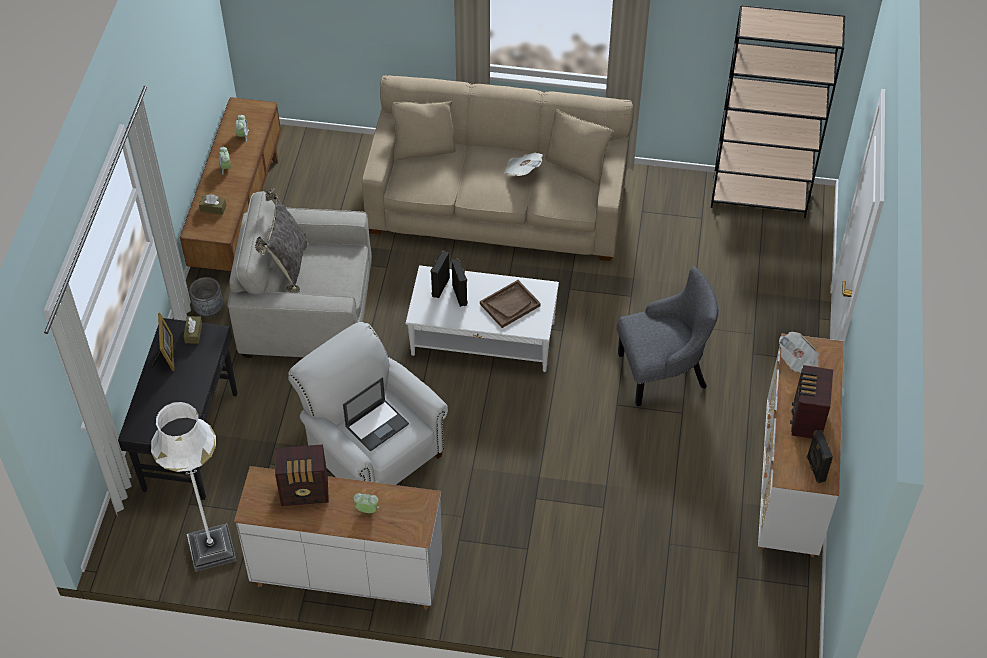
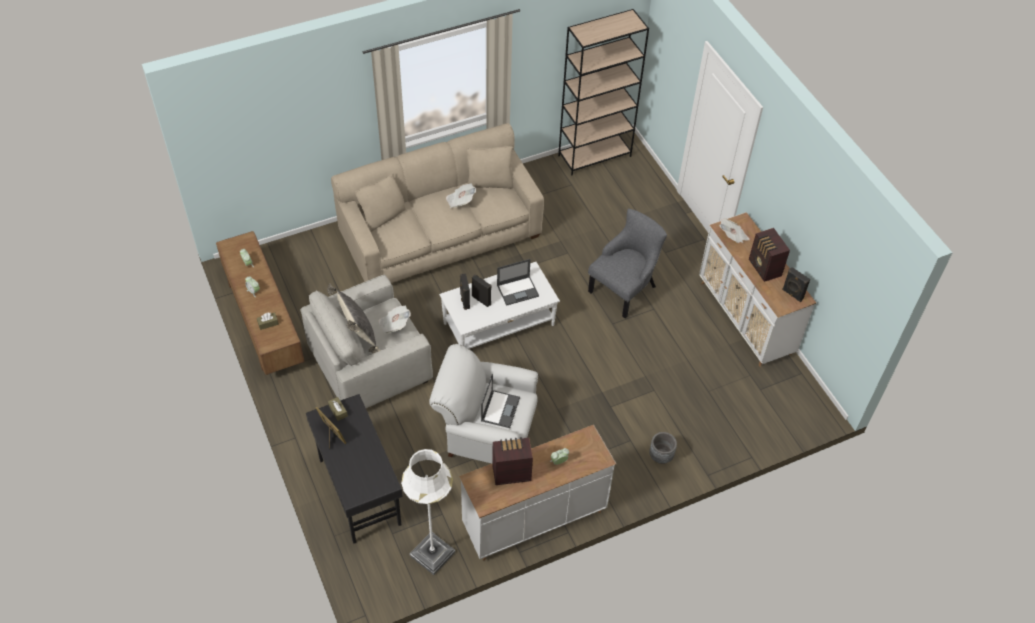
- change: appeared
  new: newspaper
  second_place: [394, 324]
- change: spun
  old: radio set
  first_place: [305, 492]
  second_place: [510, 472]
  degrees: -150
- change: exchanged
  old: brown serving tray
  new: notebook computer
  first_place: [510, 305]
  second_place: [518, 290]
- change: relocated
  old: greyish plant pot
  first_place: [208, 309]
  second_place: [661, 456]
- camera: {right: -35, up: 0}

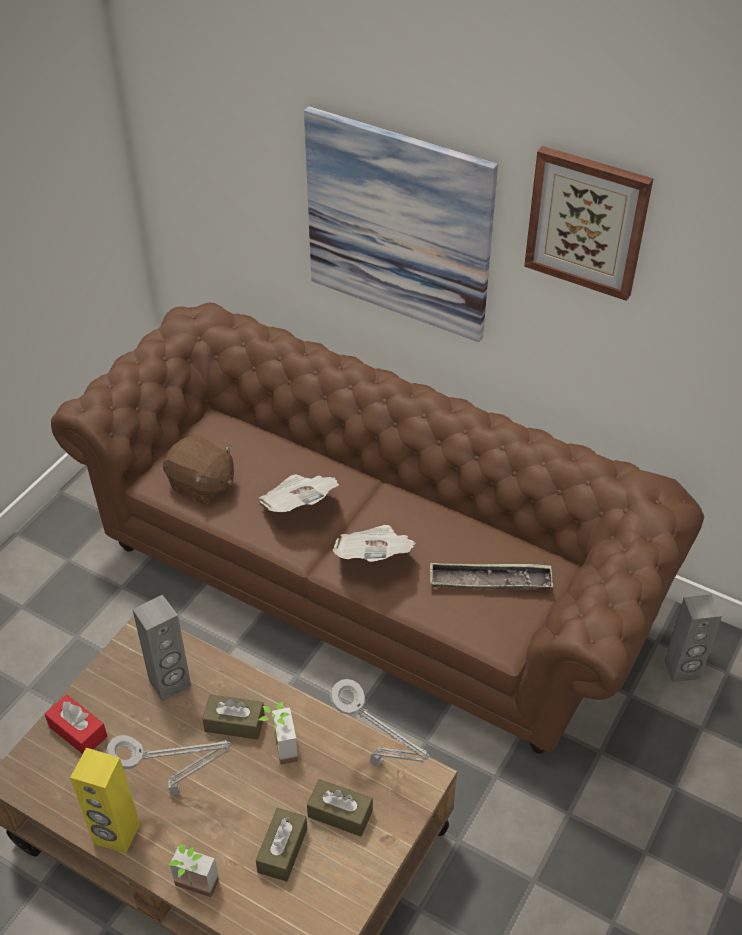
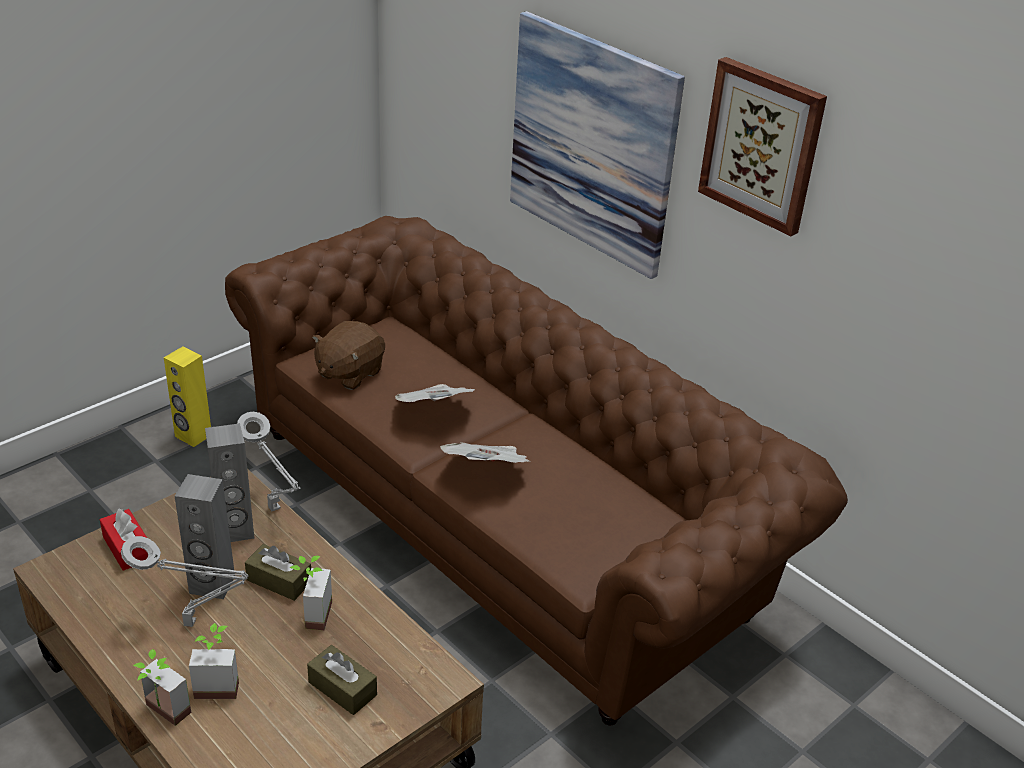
- change: relocated
  old: yellowish audio speaker
  first_place: [116, 834]
  second_place: [193, 436]
- change: relocated
  old: greyish audio speaker
  first_place: [682, 670]
  second_place: [212, 585]
- change: appeared
  new: plant in a pot
  second_place: [218, 683]
- change: relocated
  old: greyish tabletop lamp
  first_place: [380, 764]
  second_place: [276, 511]
- change: spun
  old: brown plush toy
  first_place: [201, 485]
  second_place: [349, 373]
  degrees: 75
- change: missing
  old: brown box of tissues
  first_place: [282, 850]
- change: missing
  old: serving tray
  first_place: [489, 581]
- camera: {right: 15, up: -10}

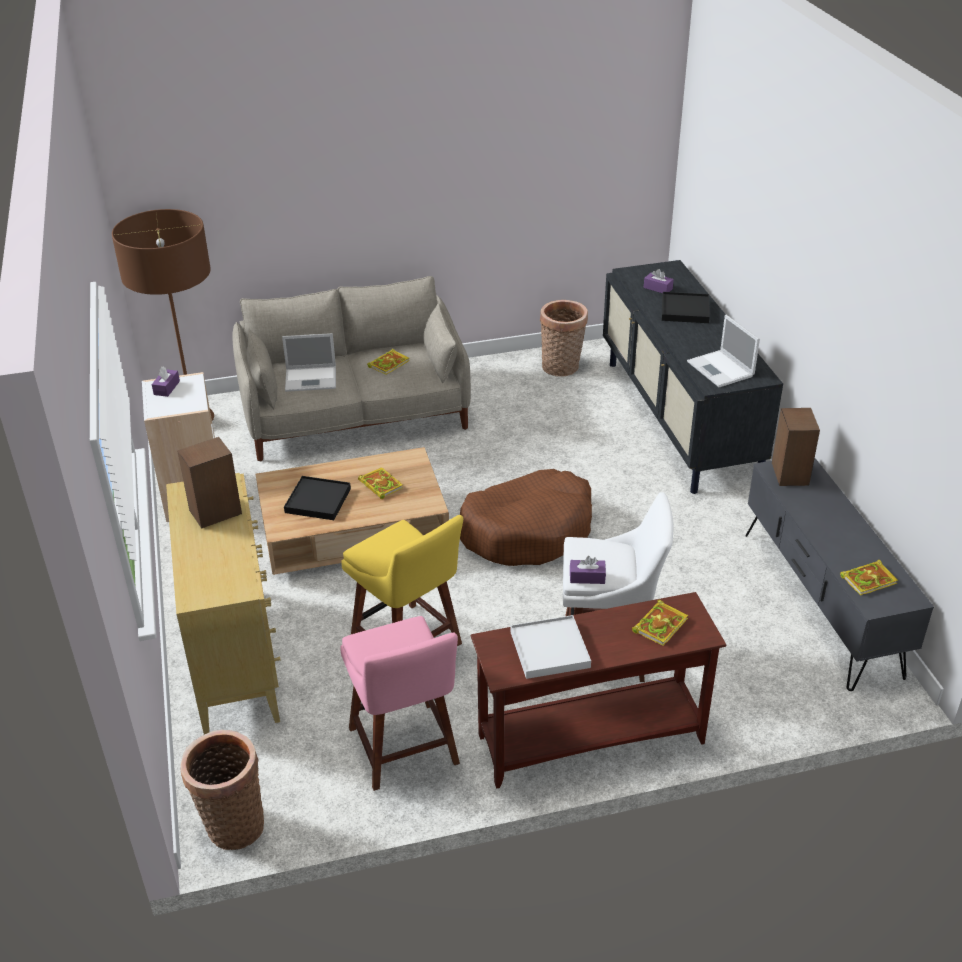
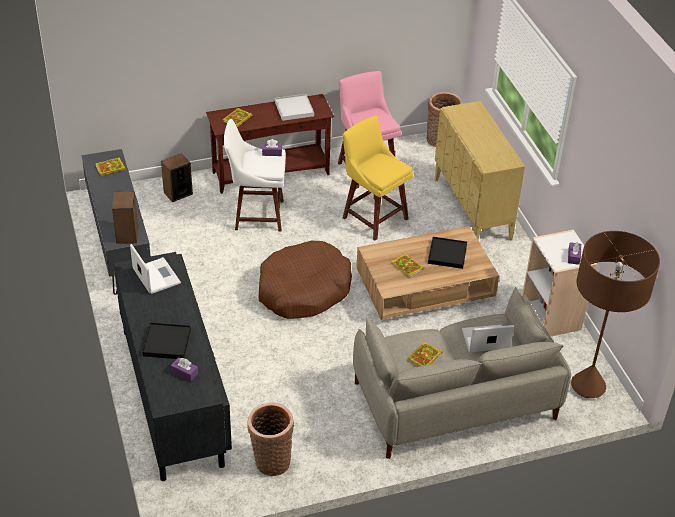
- change: relocated
  old: audio speaker
  first_place: [216, 512]
  second_place: [178, 193]
- camera: {right: 175, up: 5}

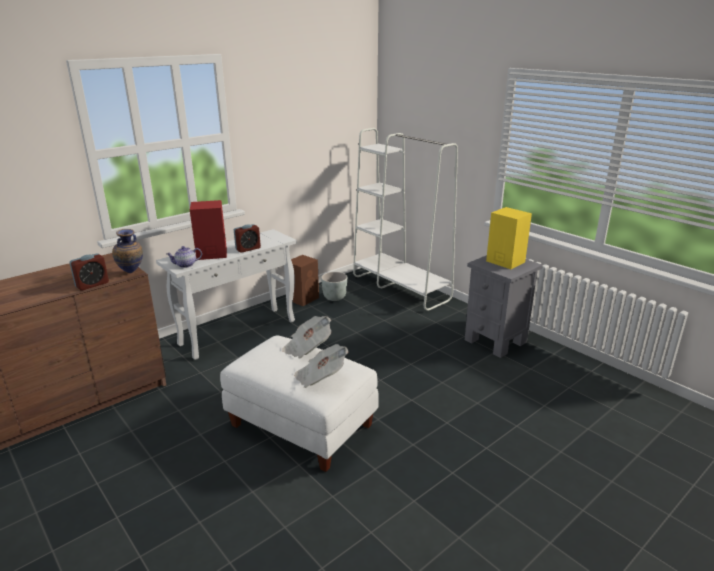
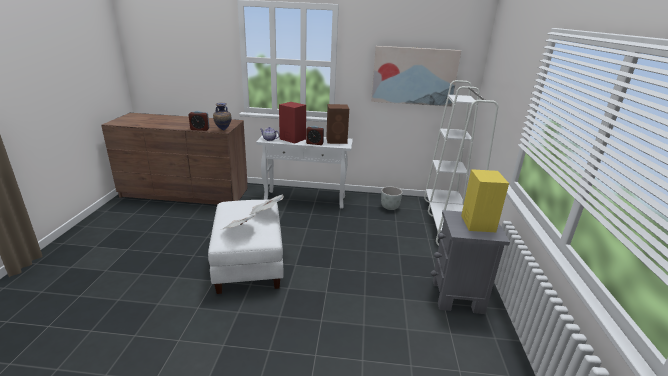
- change: relocated
  old: brown audio speaker
  first_place: [304, 298]
  second_place: [337, 140]
- change: appeared
  new: picture
  second_place: [414, 76]
- camera: {right: 45, up: 0}

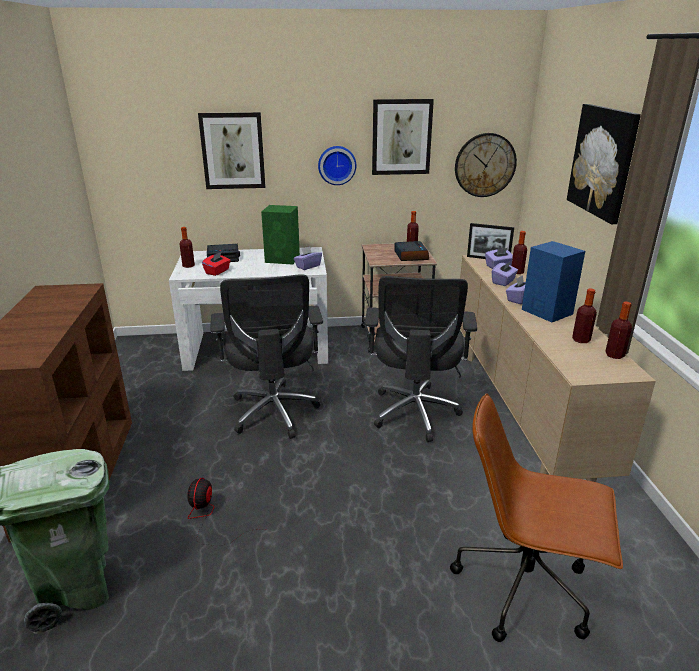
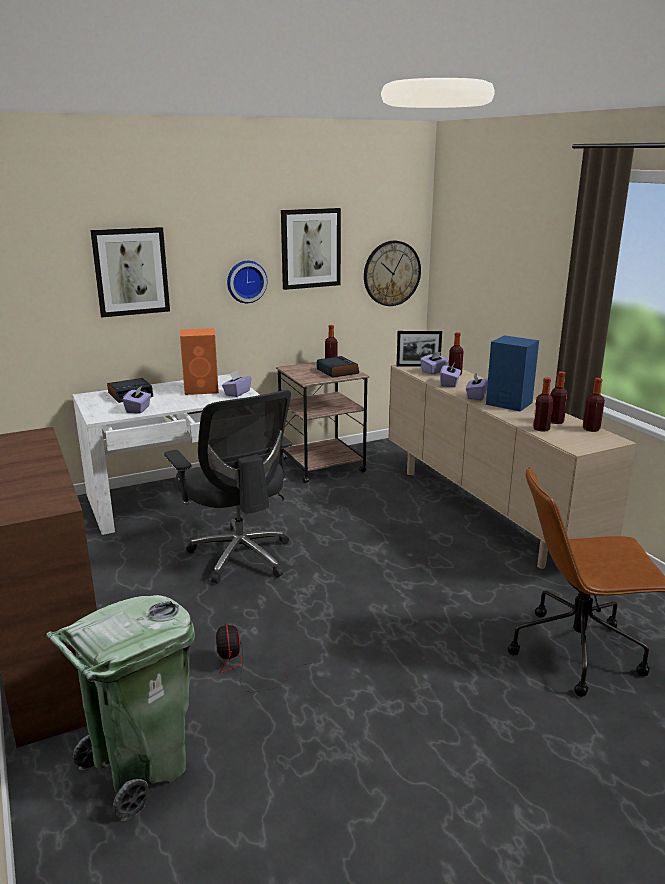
- change: colour
  old: red box of tissues
  new: purplish box of tissues
  first_place: [217, 272]
  second_place: [138, 409]
- change: colour
  old: green-coloured audio speaker
  new: orange audio speaker
  first_place: [283, 259]
  second_place: [202, 389]
- change: relocated
  old: drink bottle
  first_place: [188, 266]
  second_place: [541, 429]
- change: missing
  old: office chair
  first_place: [414, 411]
- change: missing
  old: picture
  first_place: [603, 161]
- camera: {right: -20, up: -5}

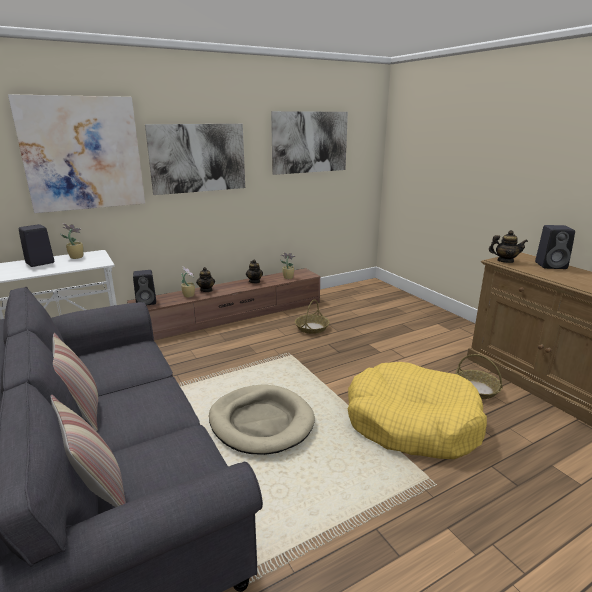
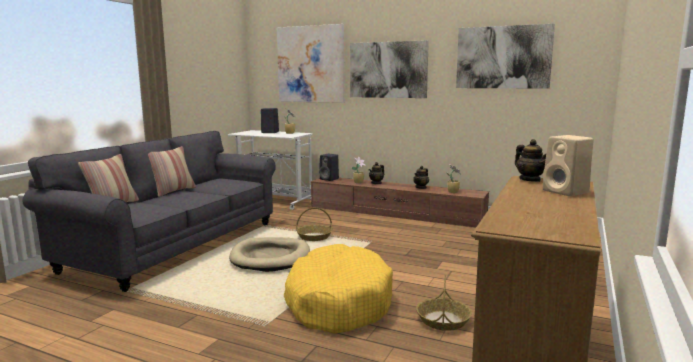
- change: relocated
  old: household basket
  first_place: [312, 328]
  second_place: [314, 237]
- change: colour
  old: blackish audio speaker
  new: beige audio speaker
  first_place: [551, 265]
  second_place: [567, 192]
- camera: {right: 55, up: -10}

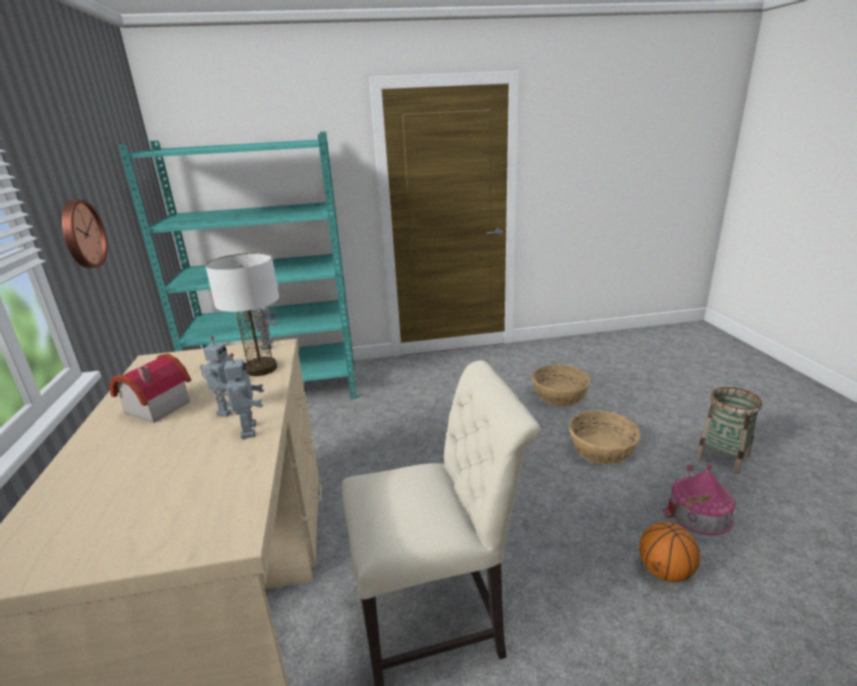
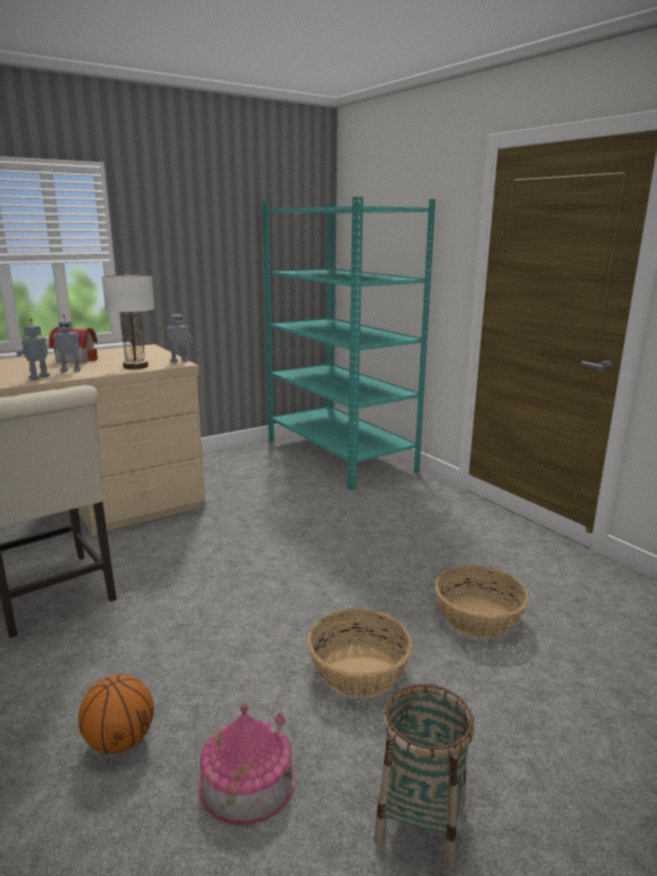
- change: spun
  old: toy robot
  first_place: [247, 431]
  second_place: [40, 378]
  degrees: 150
- change: missing
  old: wall clock
  first_place: [81, 234]
- camera: {right: 65, up: -5}

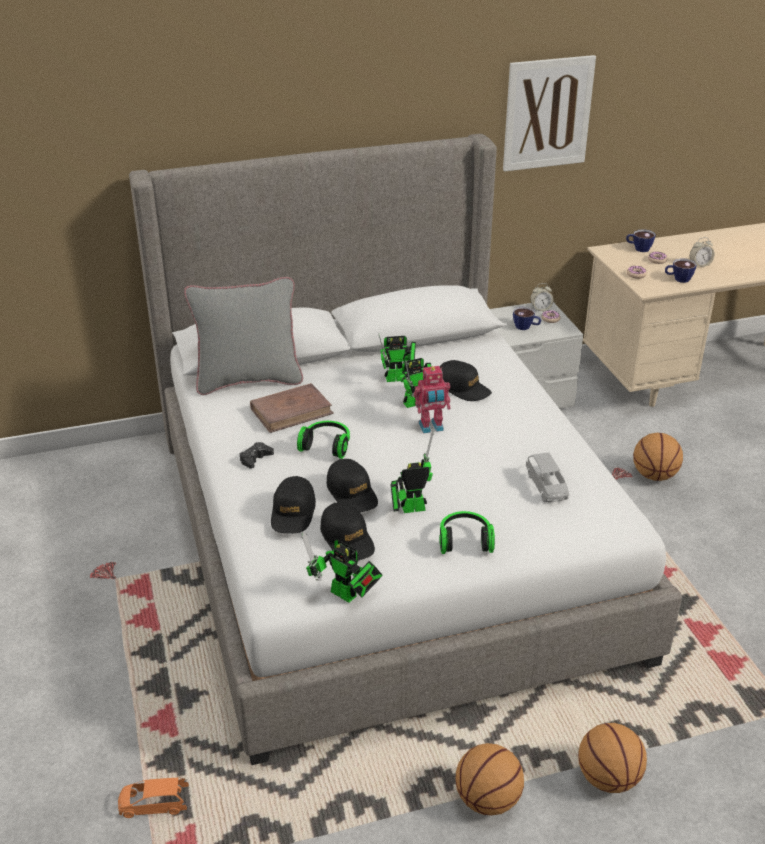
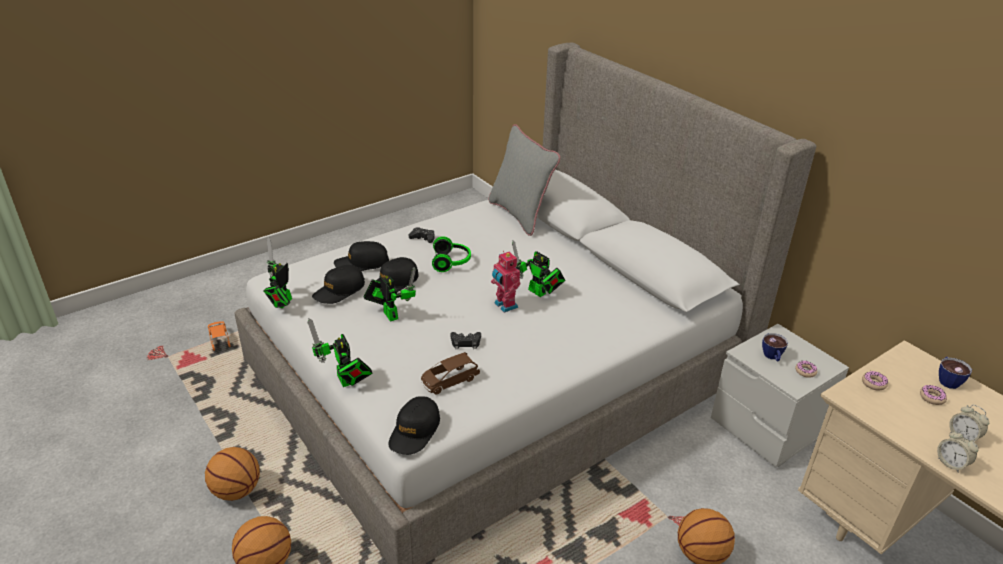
- change: relocated
  old: toy robot
  first_place: [398, 378]
  second_place: [346, 382]
- change: relocated
  old: blackish peaked cap
  first_place: [463, 388]
  second_place: [414, 431]
- change: colour
  old: greyish toy car
  new: brown toy car
  first_place: [546, 487]
  second_place: [449, 381]
- change: appeared
  new: blackish joypad
  second_place: [465, 343]
- change: relocated
  old: bedside clock
  first_place: [540, 309]
  second_place: [951, 463]
- change: missing
  old: brown volume
  first_place: [291, 411]
- change: missing
  old: headset
  first_place: [465, 541]
- change: missing
  old: picture
  first_place: [547, 113]
- change: missing
  old: cup
  first_place: [678, 279]
- camera: {right: 70, up: 0}

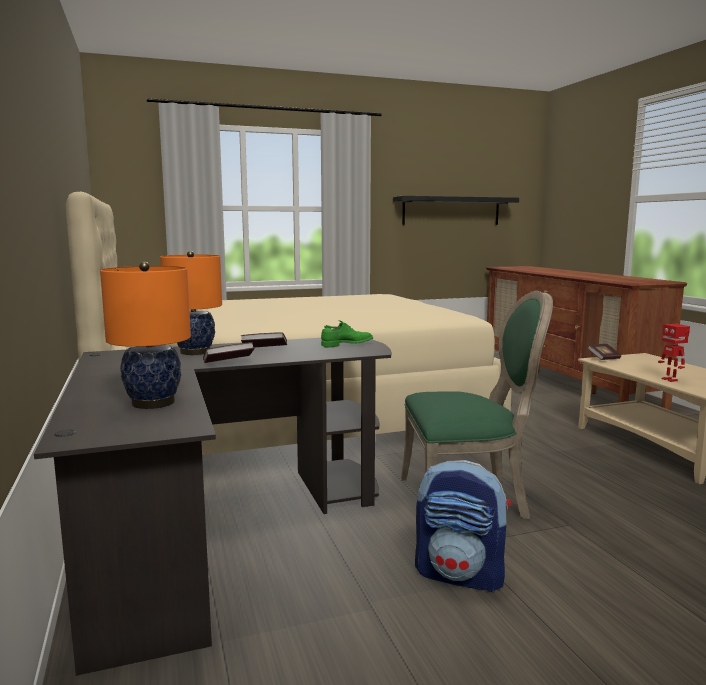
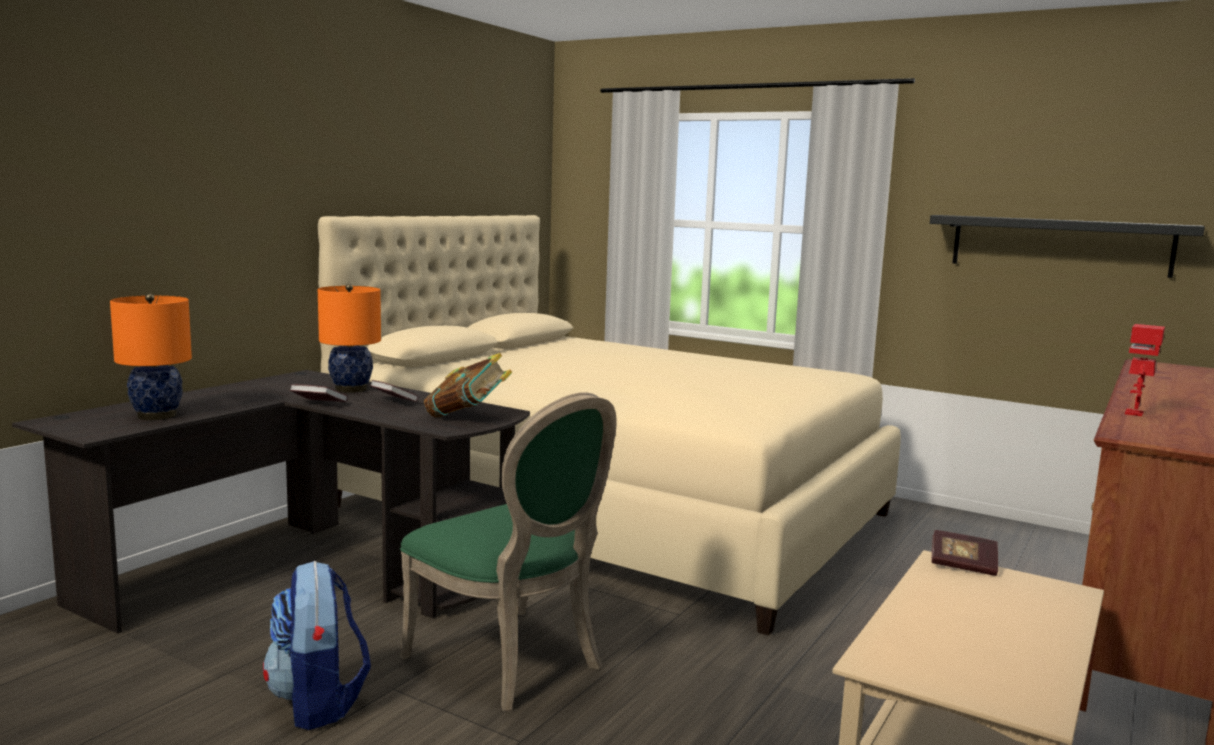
- change: exchanged
  old: green-coloured low shoe
  new: volume
  first_place: [347, 345]
  second_place: [468, 417]
- change: relocated
  old: toy robot
  first_place: [670, 380]
  second_place: [1135, 413]
- camera: {right: 50, up: 0}

